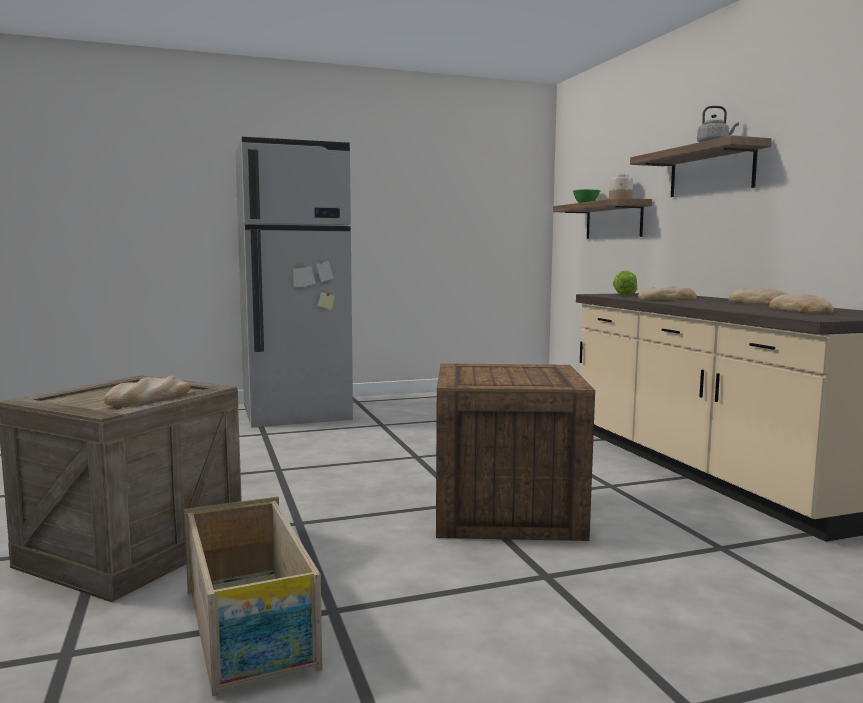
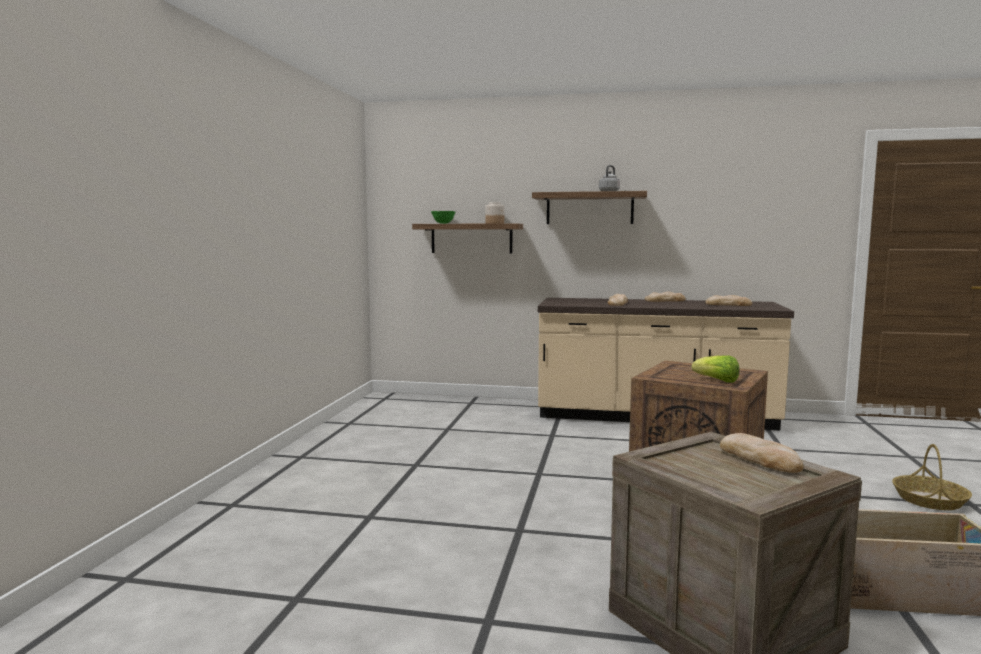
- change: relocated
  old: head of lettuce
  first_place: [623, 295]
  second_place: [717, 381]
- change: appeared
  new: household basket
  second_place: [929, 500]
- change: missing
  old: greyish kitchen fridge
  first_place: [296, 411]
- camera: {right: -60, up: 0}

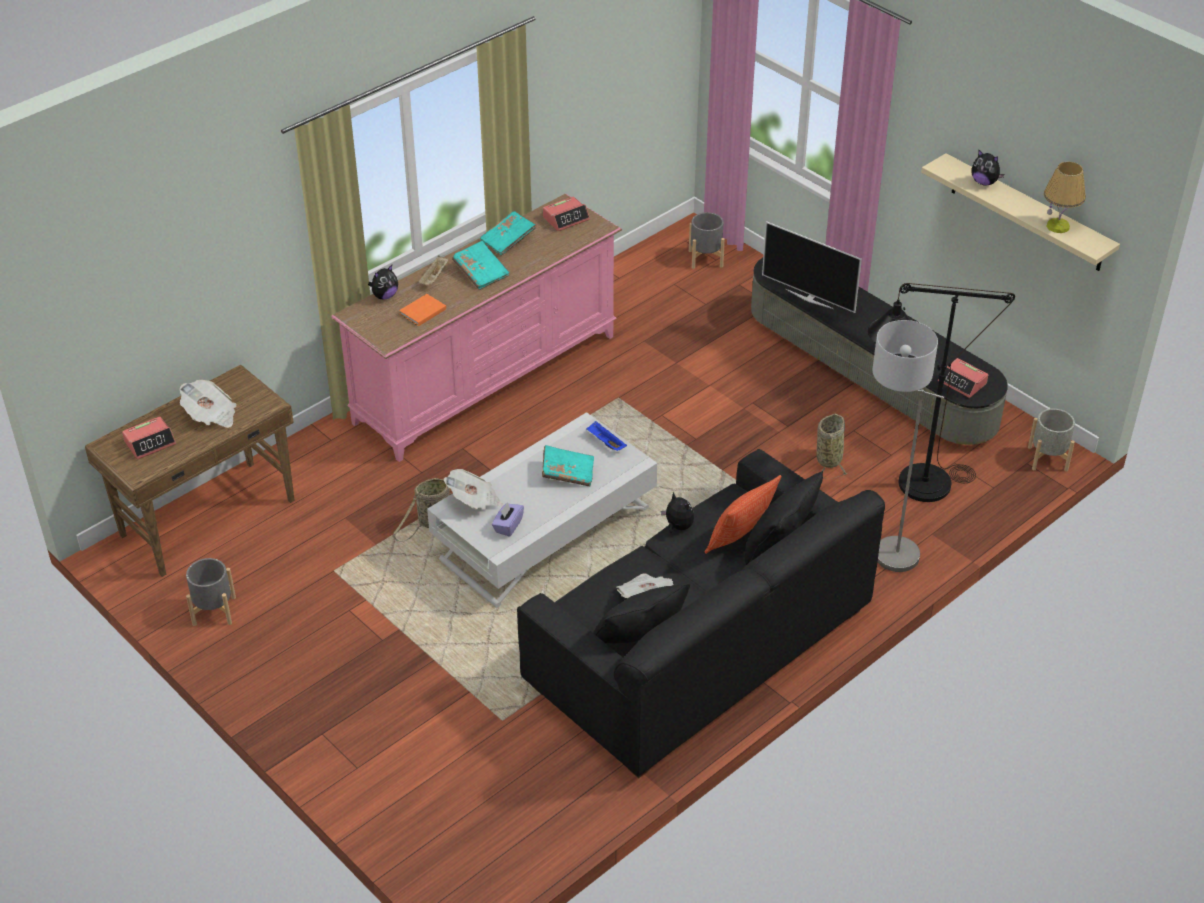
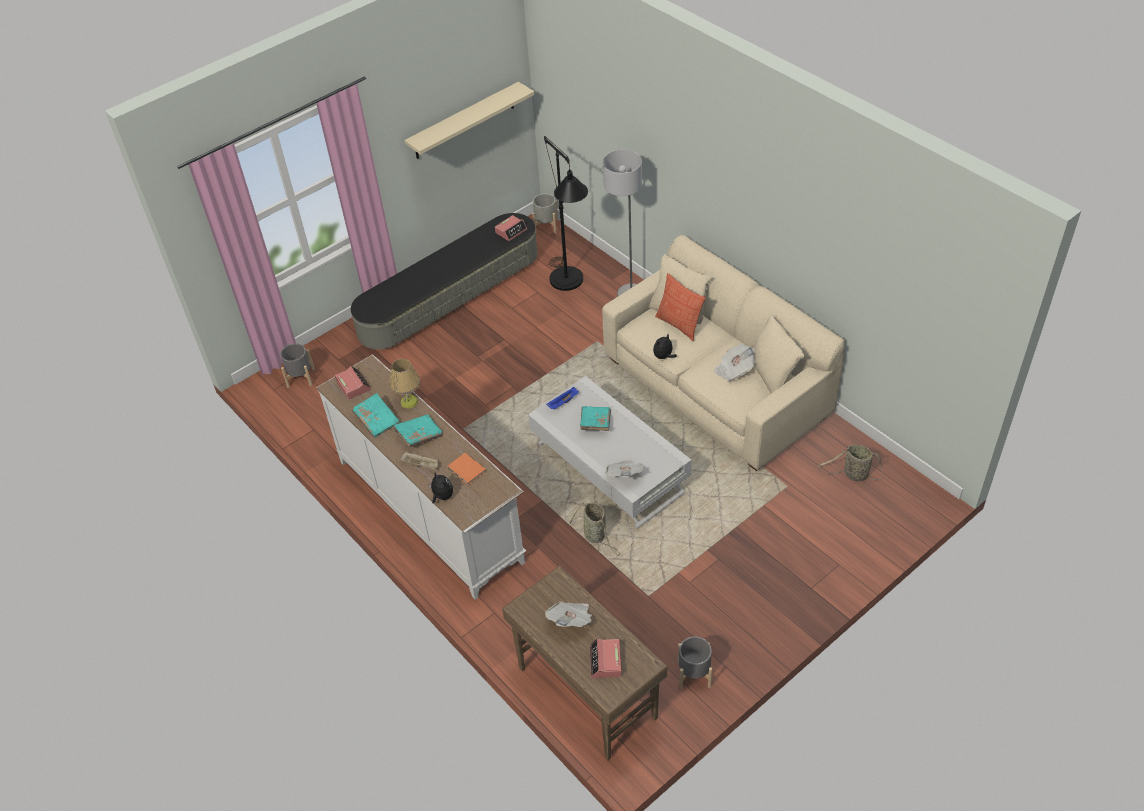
- change: colour
  old: pinkish storage cabinet
  new: white-coloured storage cabinet
  first_place: [487, 380]
  second_place: [430, 510]
- change: relocated
  old: tabletop lamp
  first_place: [1058, 226]
  second_place: [409, 402]
- change: spun
  old: bedside clock
  first_place: [150, 442]
  second_place: [605, 662]
  degrees: -150
- change: colour
  old: blackish couch
  new: beige couch
  first_place: [697, 648]
  second_place: [715, 389]
- change: relocated
  old: household basket
  first_place: [829, 458]
  second_place: [853, 474]
- change: missing
  old: purplish box of tissues
  first_place: [508, 526]
- change: missing
  old: television
  first_place: [809, 298]
- change: missing
  old: plush toy
  first_place: [984, 182]
- camera: {right: -85, up: 5}

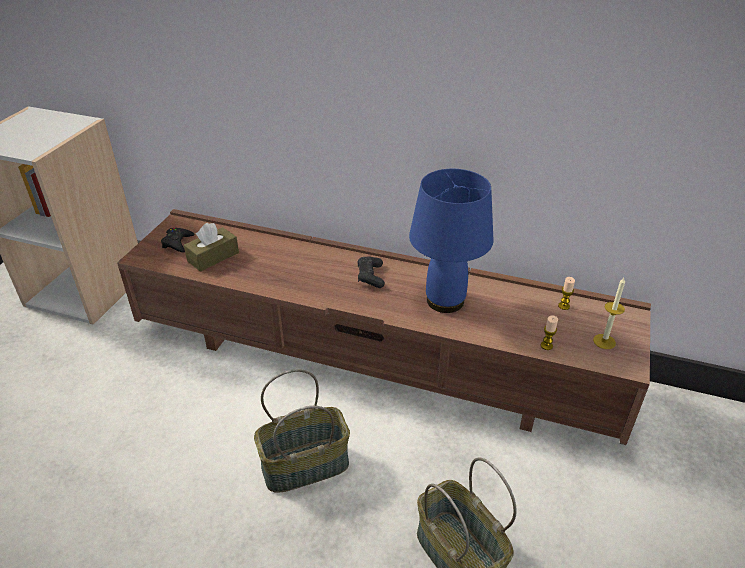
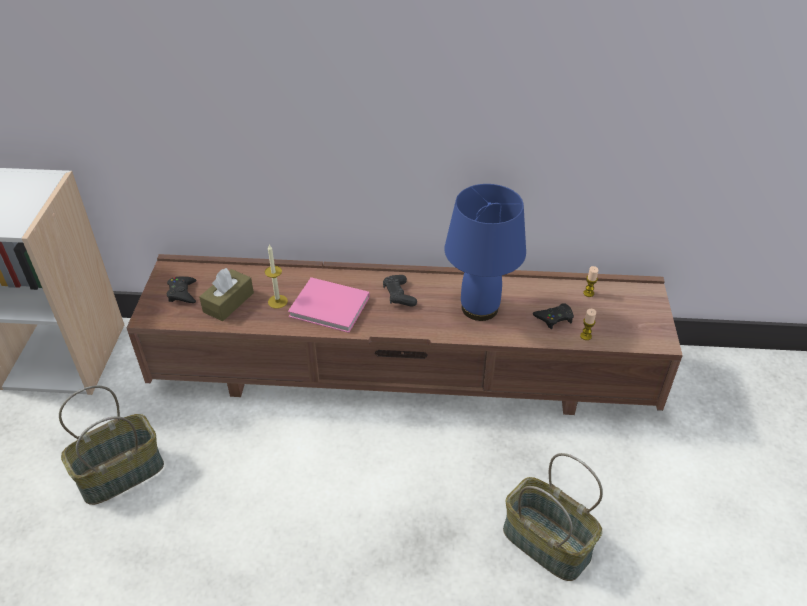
- change: relocated
  old: household basket
  first_place: [305, 464]
  second_place: [121, 472]
- change: relocated
  old: candle
  first_place: [604, 341]
  second_place: [277, 301]
- change: appeared
  new: pinkish volume
  second_place: [331, 307]
- change: appeared
  new: blackish joypad
  second_place: [554, 318]
- camera: {right: -15, up: 5}

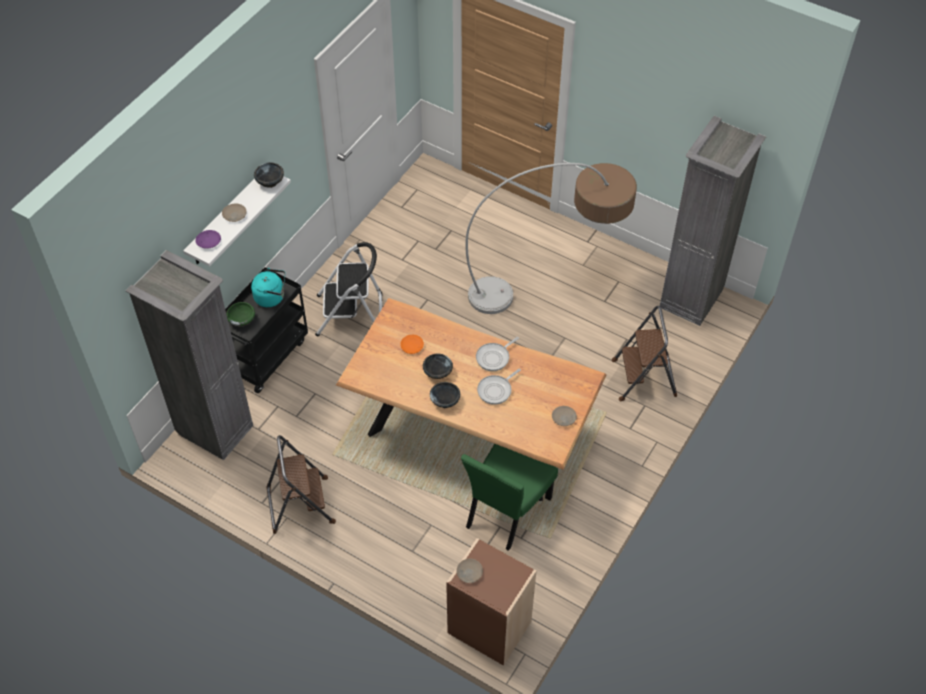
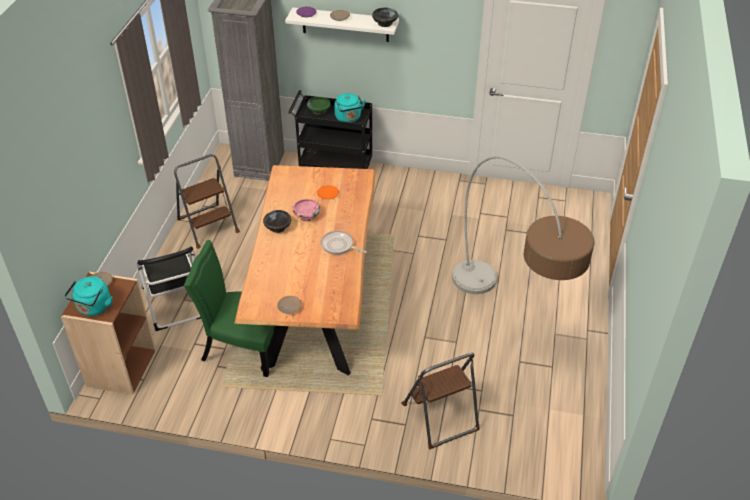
- change: appeared
  new: turquoise-coloured water kettle
  second_place: [93, 308]
- change: relocated
  old: step ladder
  first_place: [352, 314]
  second_place: [175, 303]
- change: colour
  old: blackish serving bowl
  new: pinkish serving bowl
  first_place: [437, 372]
  second_place: [306, 215]
- change: missing
  old: pan
  first_place: [496, 390]
- change: missing
  old: greyish storage cabinet
  first_place: [691, 299]
- camera: {right: 70, up: -10}

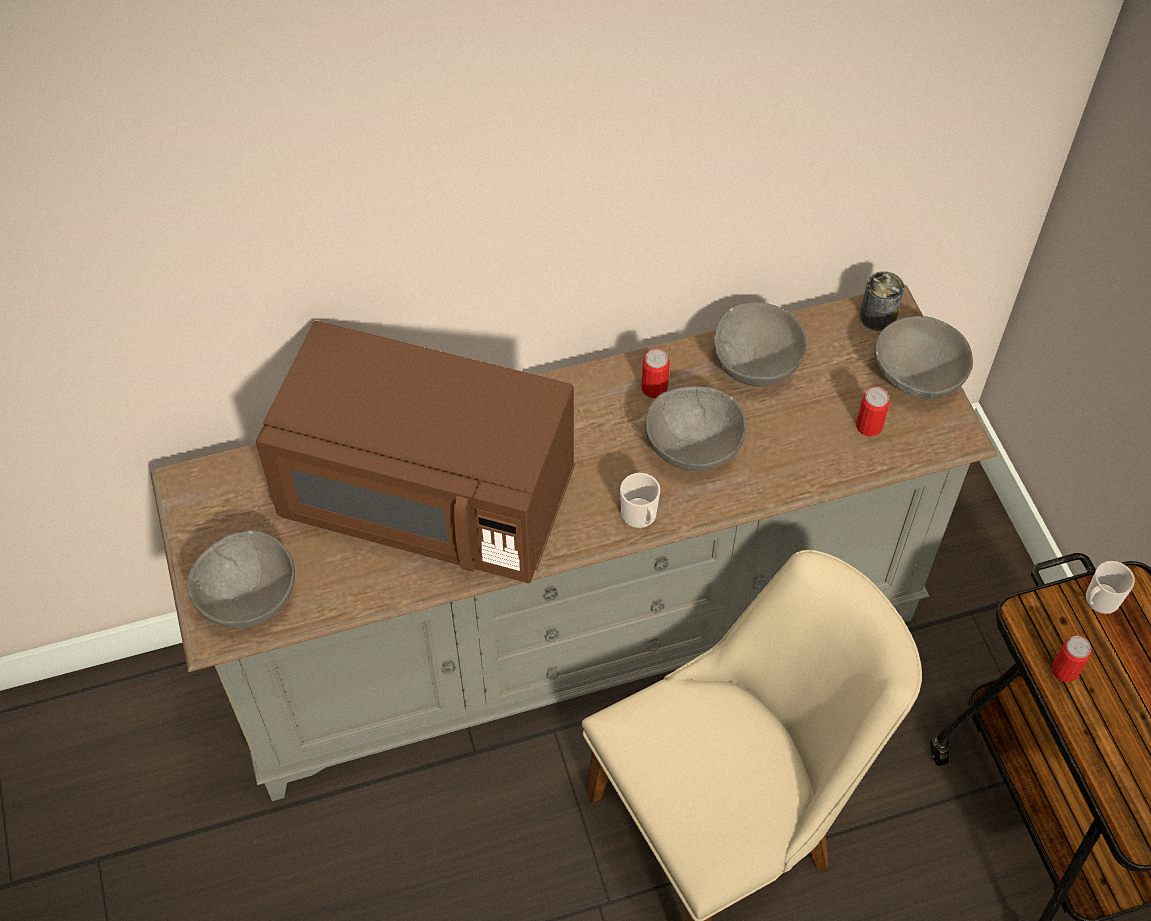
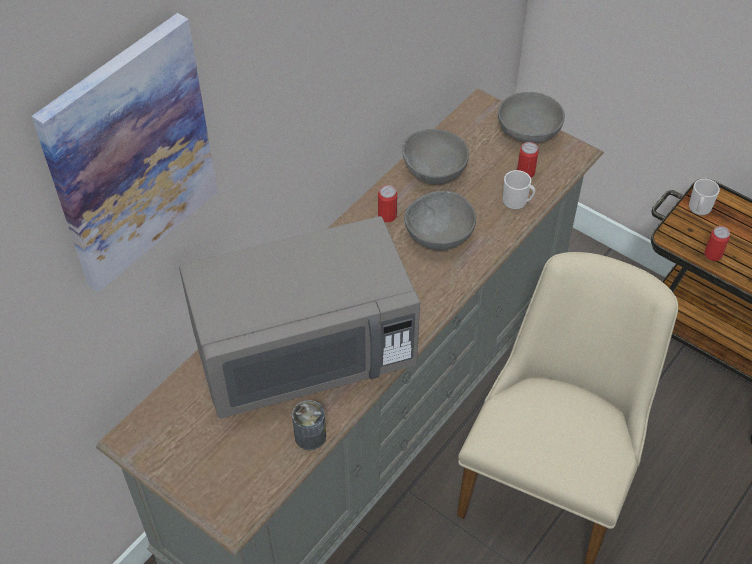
- change: appeared
  new: picture
  second_place: [130, 155]
- change: colour
  old: brown kitchen microwave
  new: greyish kitchen microwave
  first_place: [429, 498]
  second_place: [304, 353]
- change: relocated
  old: metal can
  first_place: [877, 316]
  second_place: [310, 436]
- change: relocated
  old: tea mug
  first_place: [640, 517]
  second_place: [517, 202]
- change: missing
  old: greyish serving bowl
  first_place: [247, 599]
- camera: {right: -35, up: -5}

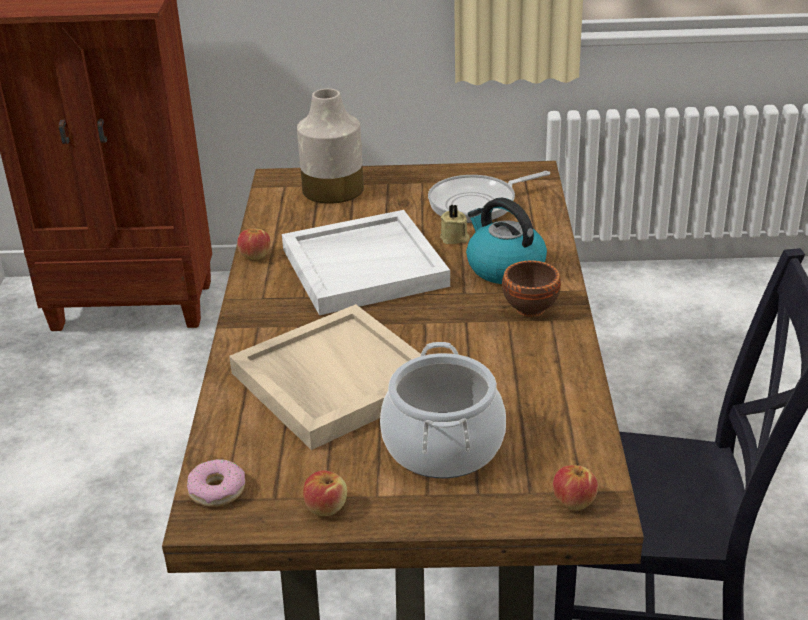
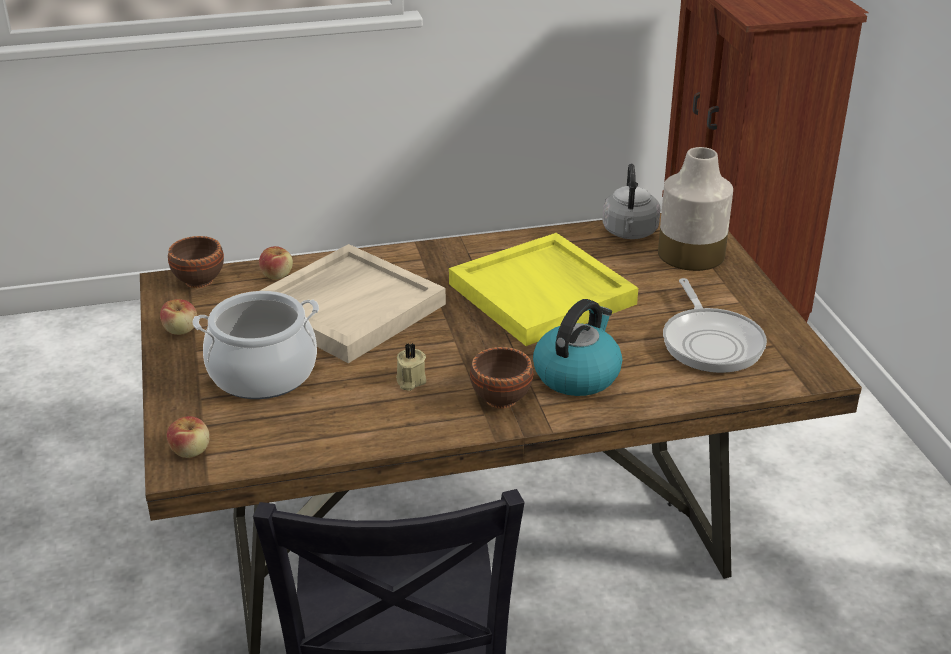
- change: exchanged
  old: ring doughnut
  new: brown serving bowl
  first_place: [217, 490]
  second_place: [199, 281]
- change: relocated
  old: apple
  first_place: [255, 255]
  second_place: [277, 275]
- change: relocated
  old: beige candle
  first_place: [454, 238]
  second_place: [410, 381]
- change: colour
  old: white-coloured serving tray
  new: yellowish serving tray
  first_place: [365, 266]
  second_place: [543, 294]
- change: appeared
  new: greyish water kettle
  second_place: [630, 233]
- change: spun
  old: pan
  first_place: [477, 203]
  second_place: [711, 342]
  degrees: -150
- camera: {right: 75, up: 0}

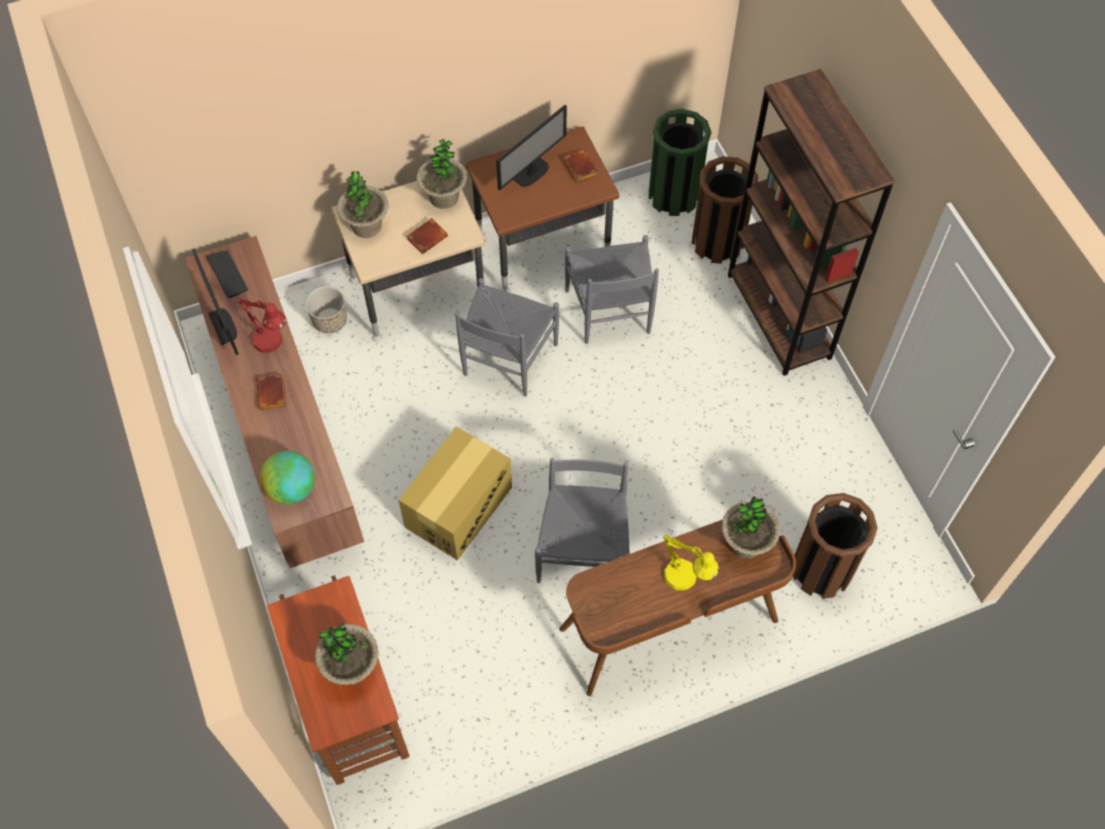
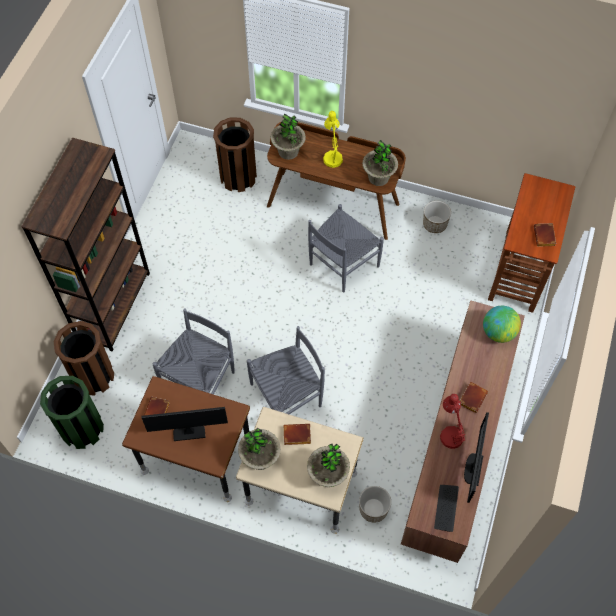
- change: relocated
  old: plant in a pot
  first_place: [352, 667]
  second_place: [378, 178]
- change: appeared
  new: plant pot
  second_place: [434, 224]
- change: appeared
  new: brown volume
  second_place: [545, 237]
- change: missing
  old: carton
  first_place: [458, 507]
- camera: {right: -140, up: 0}

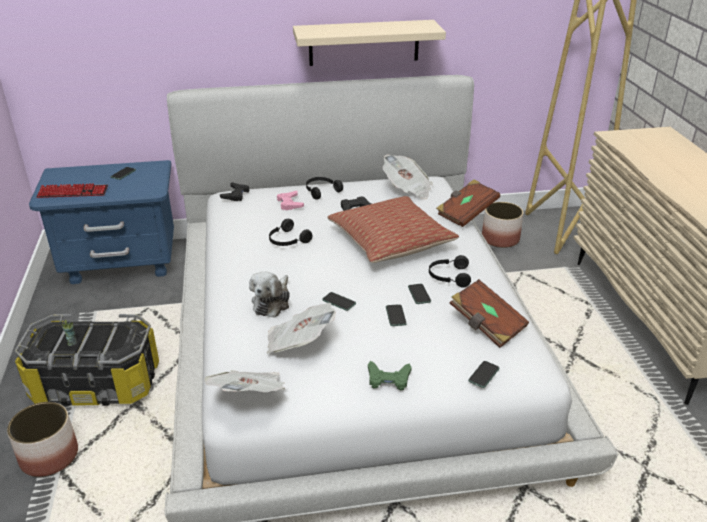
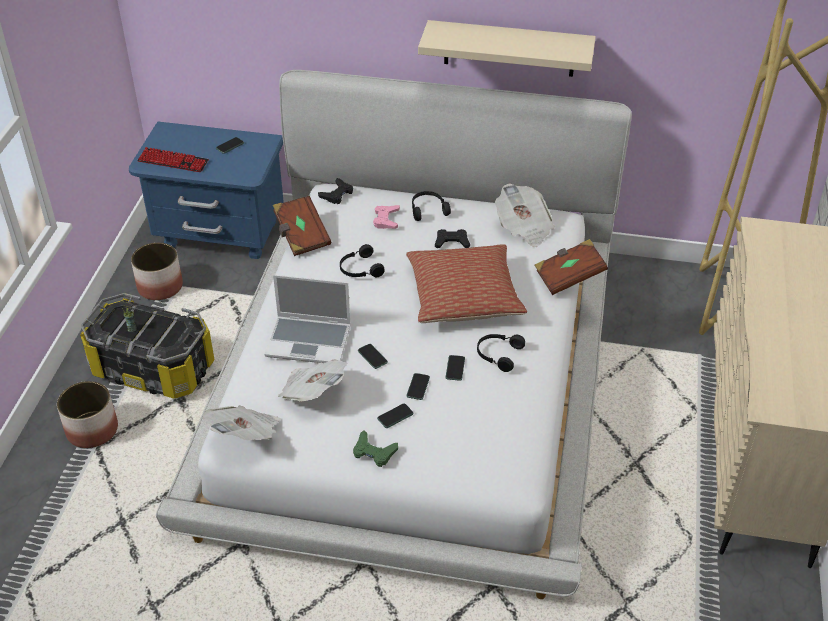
- change: relocated
  old: plant pot
  first_place: [500, 239]
  second_place: [160, 286]
- change: exchanged
  old: plush toy
  new: notebook computer
  first_place: [272, 302]
  second_place: [310, 341]
- change: relocated
  old: brown volume
  first_place: [486, 325]
  second_place: [301, 236]
- change: relocated
  old: phone
  first_place: [483, 375]
  second_place: [395, 416]
- camera: {right: 20, up: 10}

